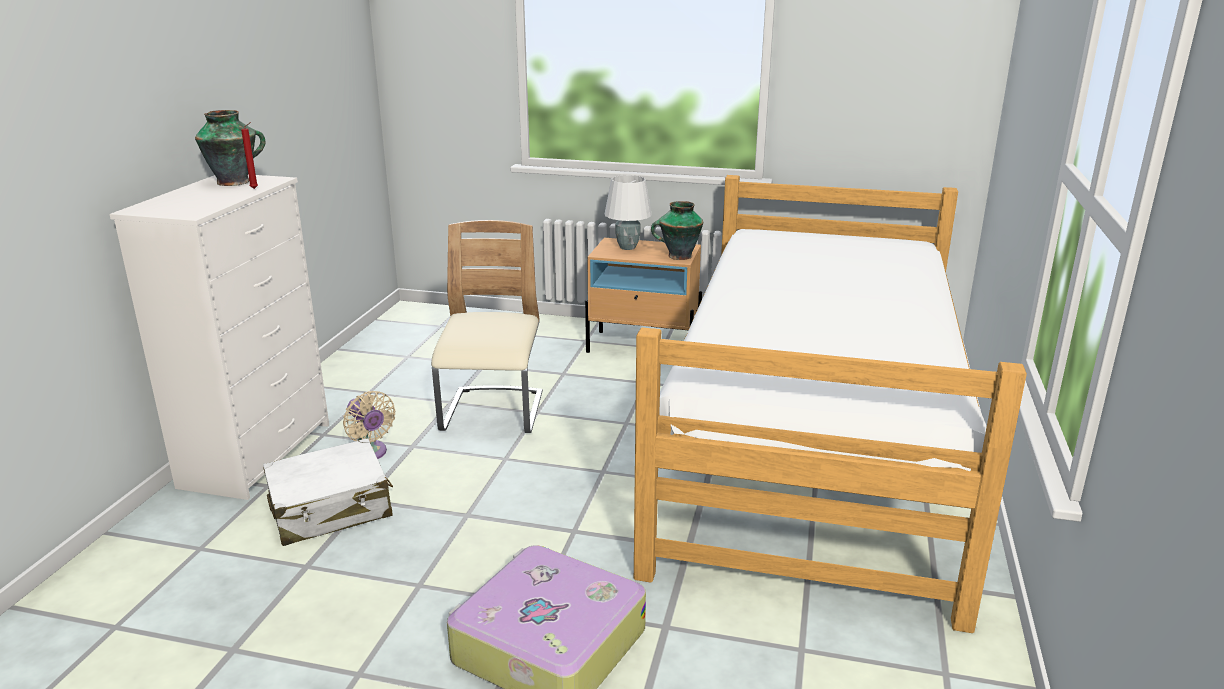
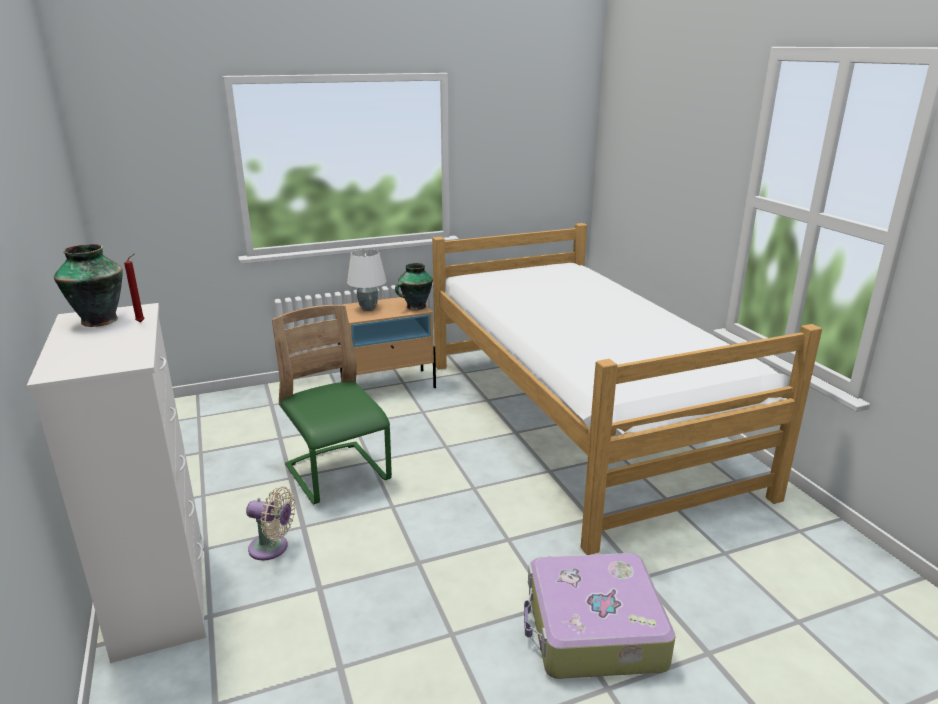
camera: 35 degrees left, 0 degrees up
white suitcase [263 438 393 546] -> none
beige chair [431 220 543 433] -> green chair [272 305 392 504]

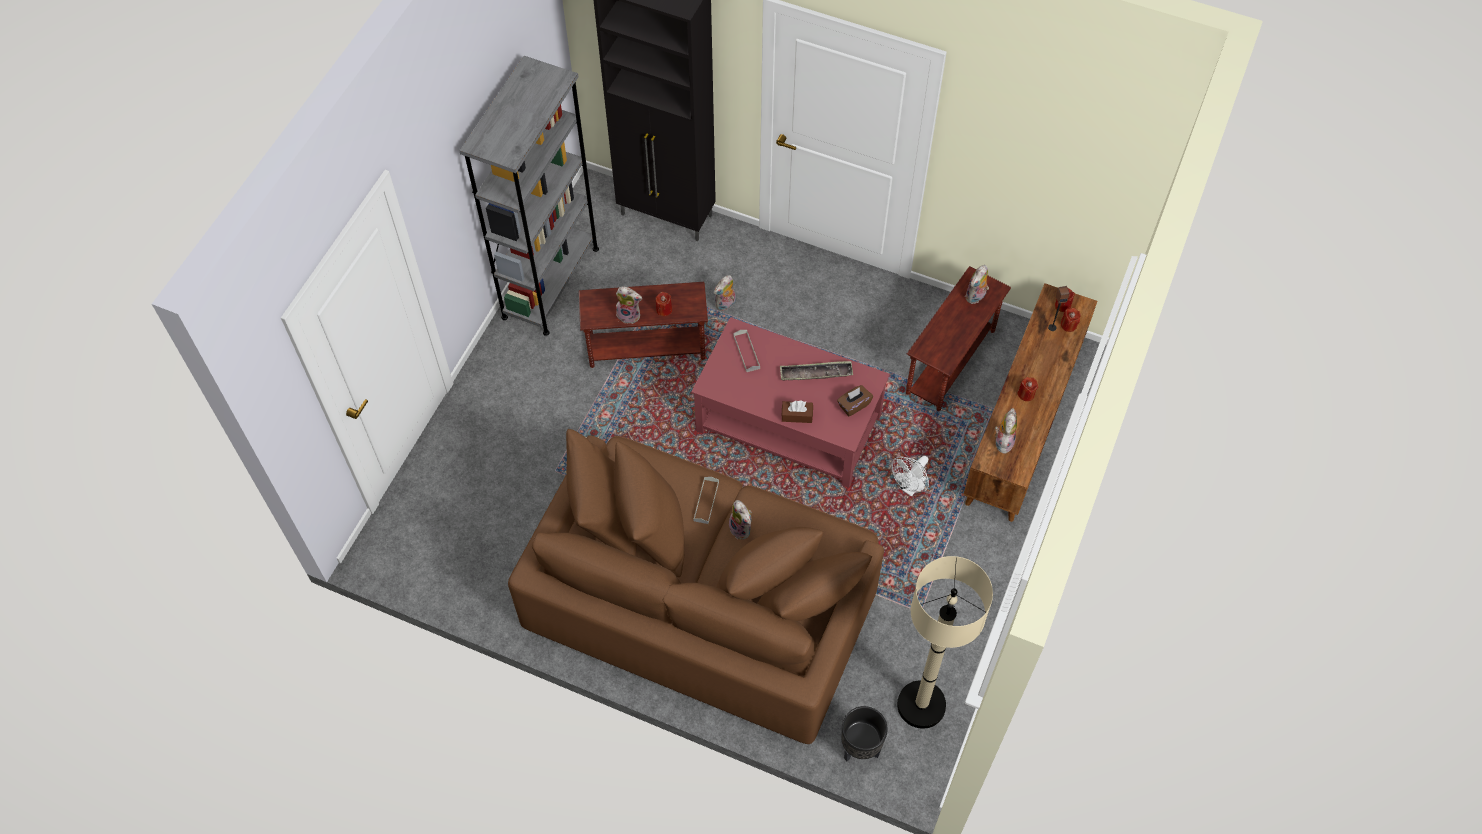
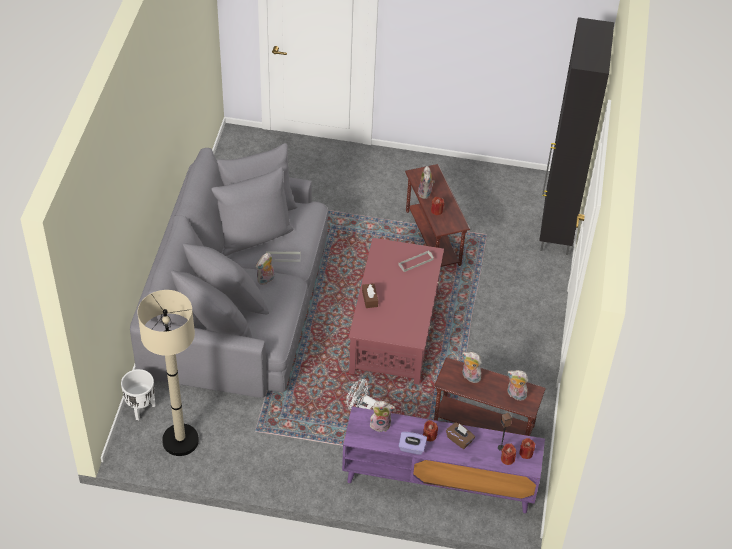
camera: 75 degrees right, 10 degrees down
grey bookcase [460 56 599 336] -> none
tray [780 361 853 381] -> none
none -> purple tissue box [399 432 427 455]
plush toy [714 275 736 311] -> plush toy [462 352 482 383], shifted
brown tissue box [837 385 873 417] -> brown tissue box [446 422 475 449], shifted
brown sofa [508 429 884 744] -> grey sofa [130 143 329 398]
black planter [841 706 888 761] -> white planter [121 369 155 420]
brown tv stand [963 283 1097 522] -> purple tv stand [342 406 545 513]

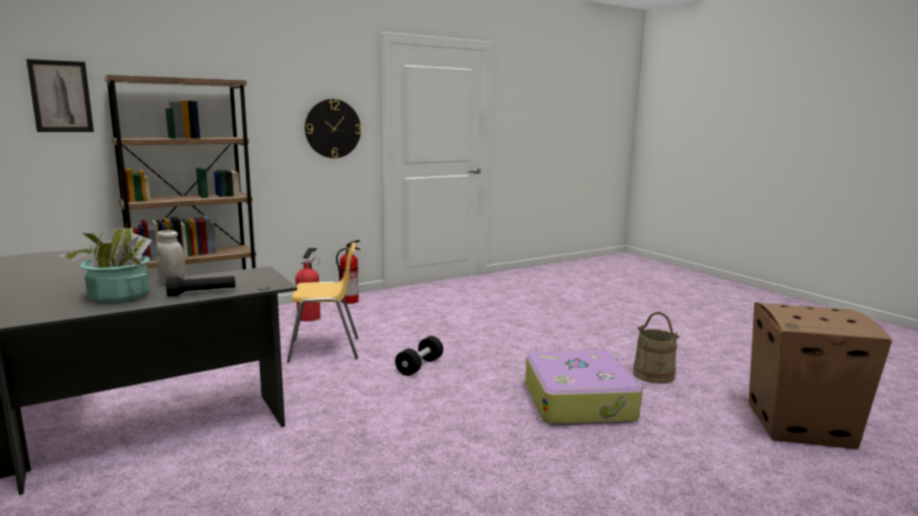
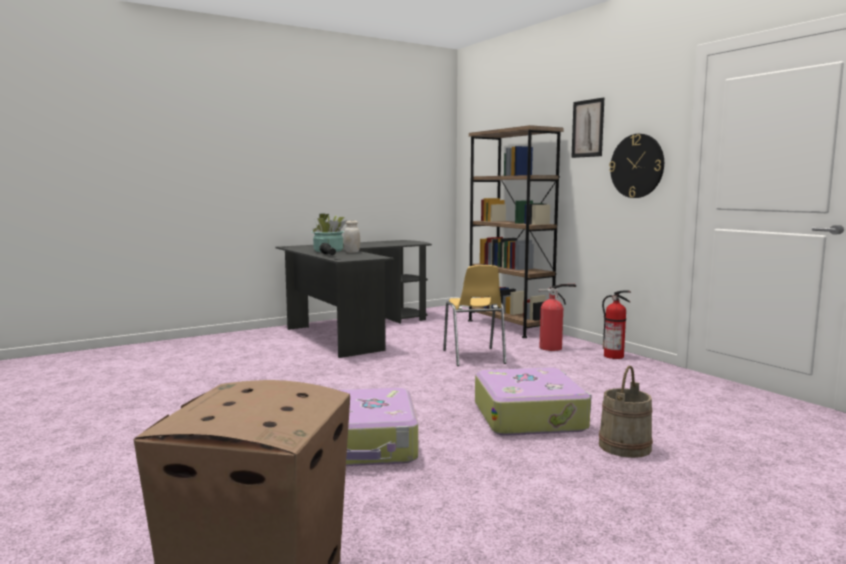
camera: 90 degrees right, 5 degrees down
black dumbbell [395 336 443 376] -> none
none -> suitcase [475 367 591 436]
picture [26 59 94 132] -> picture [571 97 604 158], shifted
beige bucket [633 312 680 384] -> beige bucket [599 366 653 458], shifted

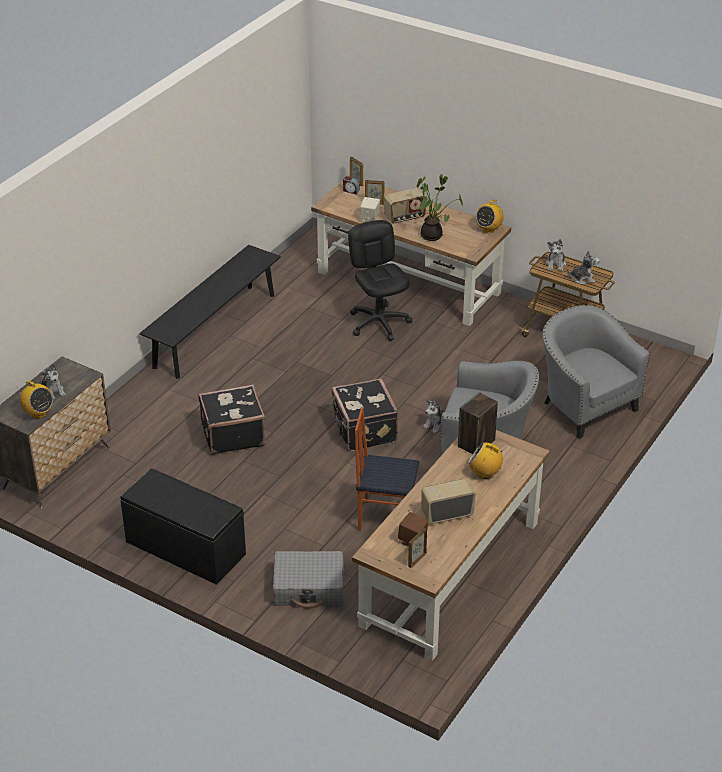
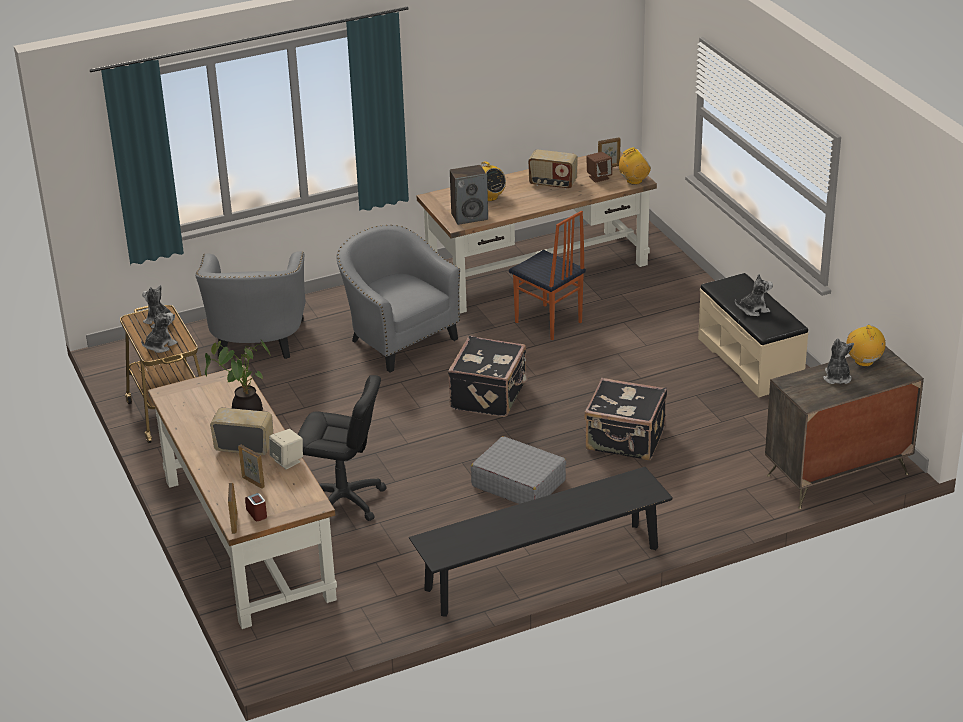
camera: 145 degrees left, 5 degrees down
grey suitcase [273 551 344 609] -> grey suitcase [471 436 567 504], shifted
plush toy [423 399 445 433] -> plush toy [735 274 773 316], shifted
radio [476 200 504 233] -> radio [619 147 651 185], shifted
black bench [120 468 246 585] -> beige bench [698 273 808 397]
black office chair [348 220 412 341] -> black office chair [298 375 387 521], 90 degrees counterclockwise

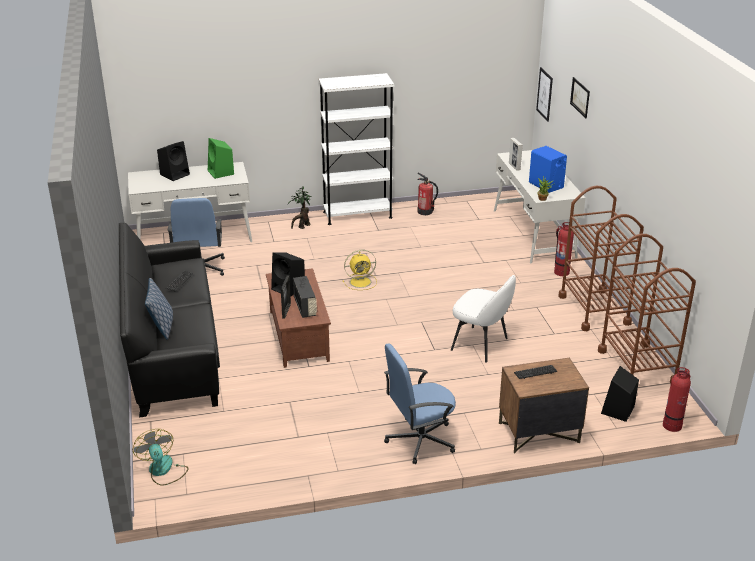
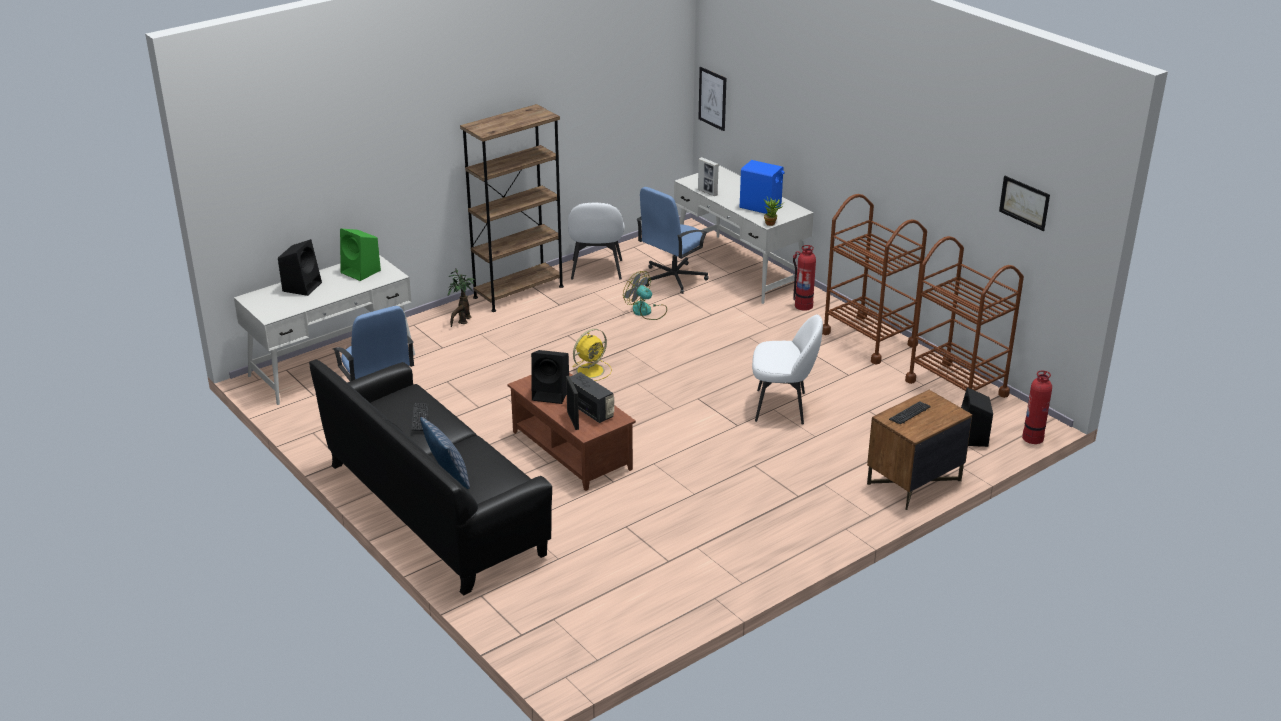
camera: 25 degrees left, 0 degrees up
fan [133 429 189 486] -> fan [623 271 667 320], shifted
blue office chair [384 343 456 464] -> blue office chair [636 187 709 294], shifted
picture [570 77 590 119] -> picture [999 176 1050 231], shifted
fire extinguisher [418 173 438 215] -> white chair [568 203 625 280]
white bookcase [318 73 394 225] -> brown bookcase [460 104 564 312]

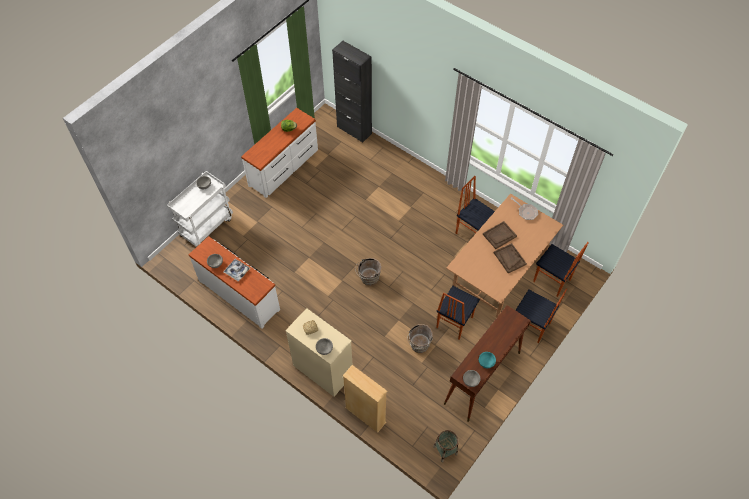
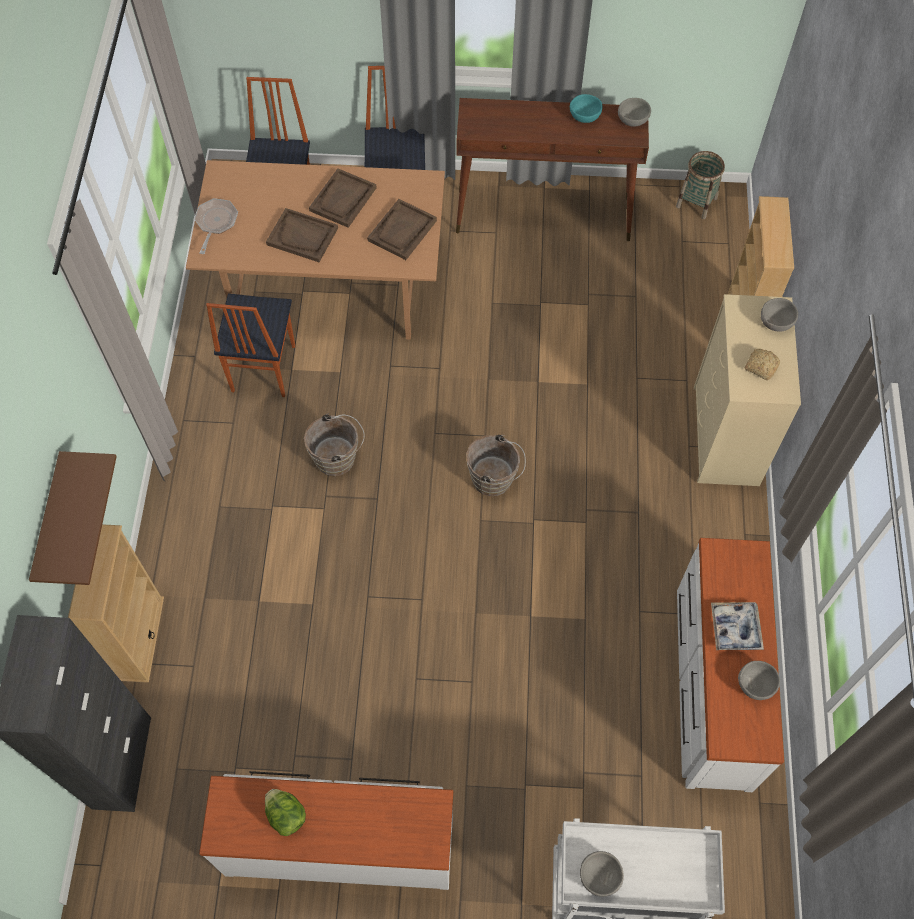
camera: 125 degrees left, 5 degrees up
chair [436 286 480 340] -> none
none -> brown shelf [29 451 117 585]
none -> beige bookcase [68 524 164 683]
none -> brown tray [367 199 437 260]
brown bucket [407 324 433 353] -> brown bucket [304 413 365 476], shifted

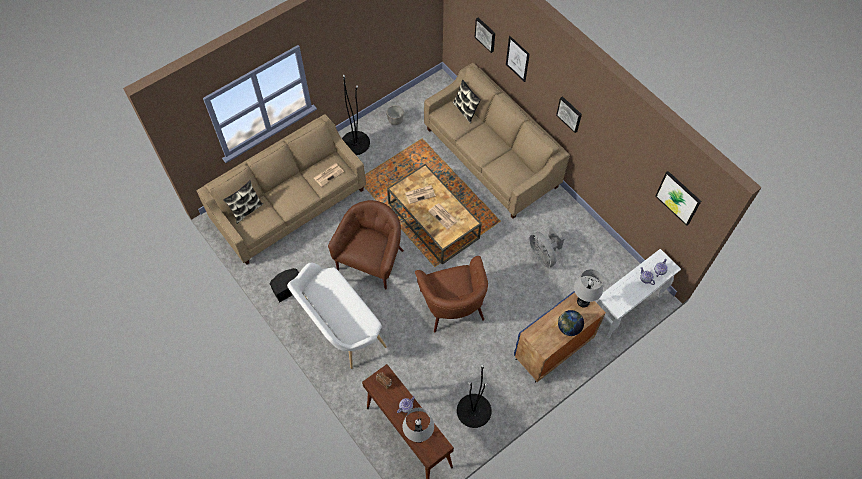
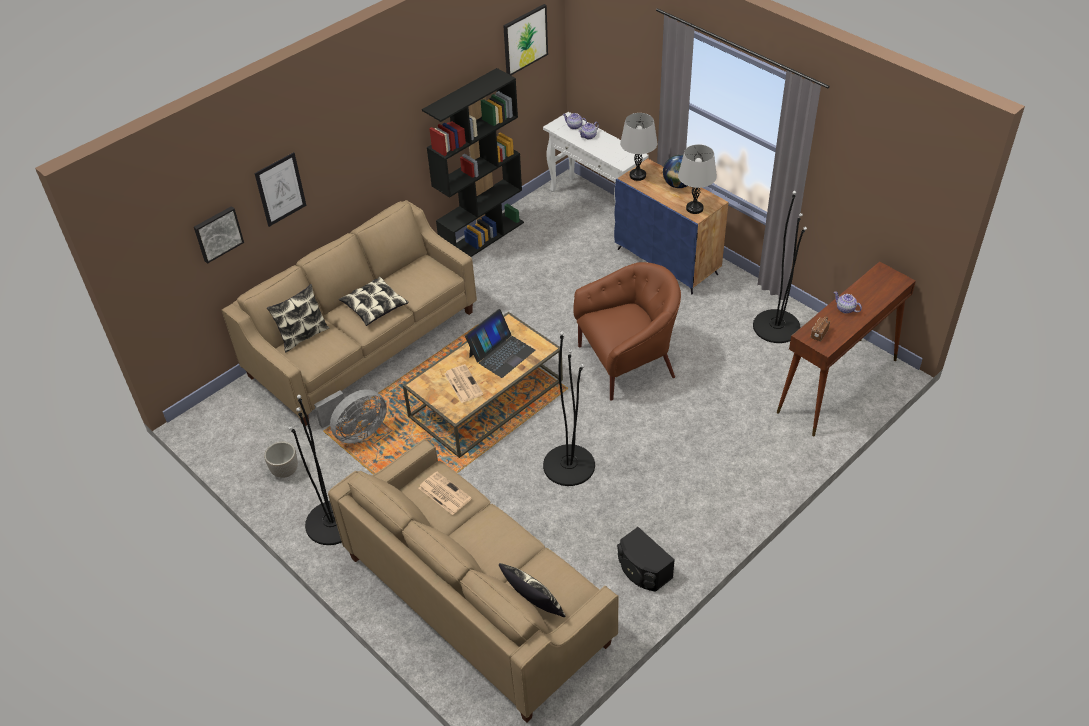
camera: 95 degrees left, 15 degrees down
white bench [287 263 387 369] -> none
picture [556 96 582 133] -> none
none -> pillow [339 277 409 326]
none -> black bookcase [422 68 524 257]
grey table lamp [403 408 434 443] -> grey table lamp [678 144 717 214], shifted
grey fan [529 225 564 268] -> grey fan [314 389 387 444], shifted
brown armchair [328 200 404 289] -> black floor lamp [543 332 595 486]
newspaper [428 204 457 229] -> laptop [465 309 535 378]

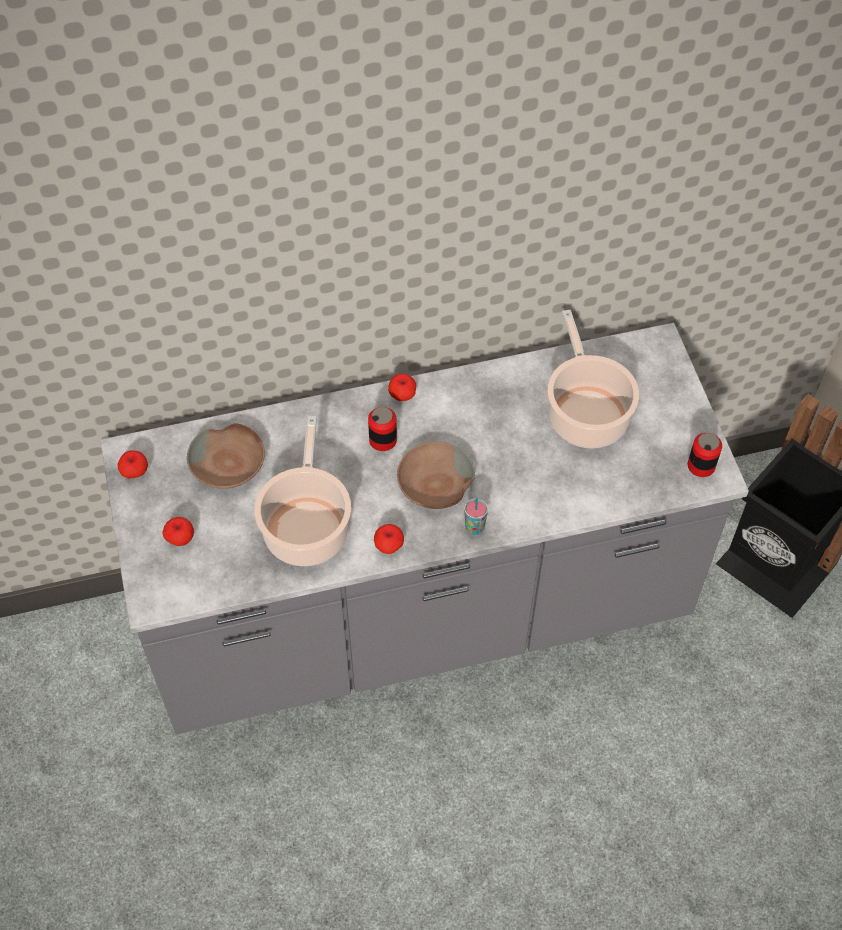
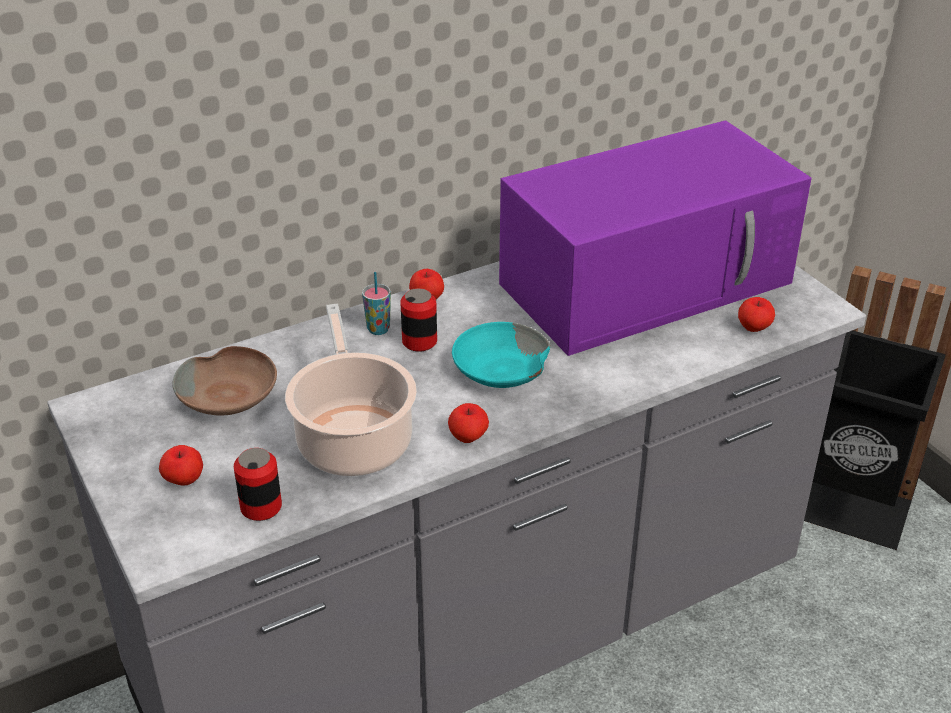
camera: 15 degrees left, 20 degrees down
apple [118 451 148 478] -> apple [738 297 775 332], shifted
cup [464 498 488 535] -> cup [362 272 391 335], shifted
can [688 433 722 477] -> can [234 448 282 521], shifted
cooking pot [547 310 639 449] -> purple microwave [499 120 811 356]
brown bowl [397 442 475 509] -> turquoise bowl [452 322 550 388]

